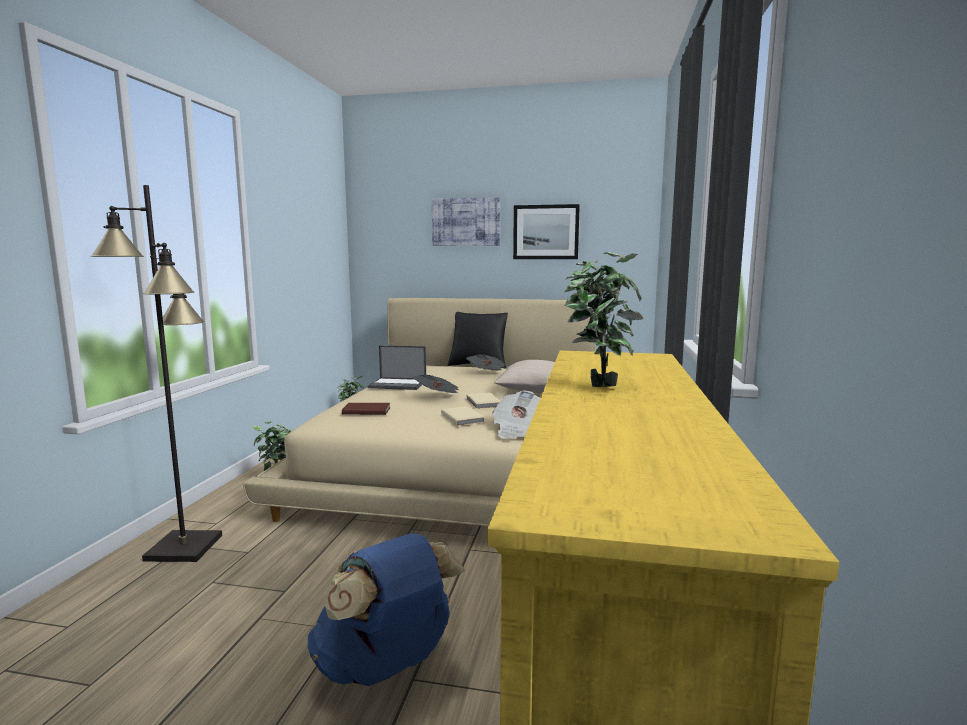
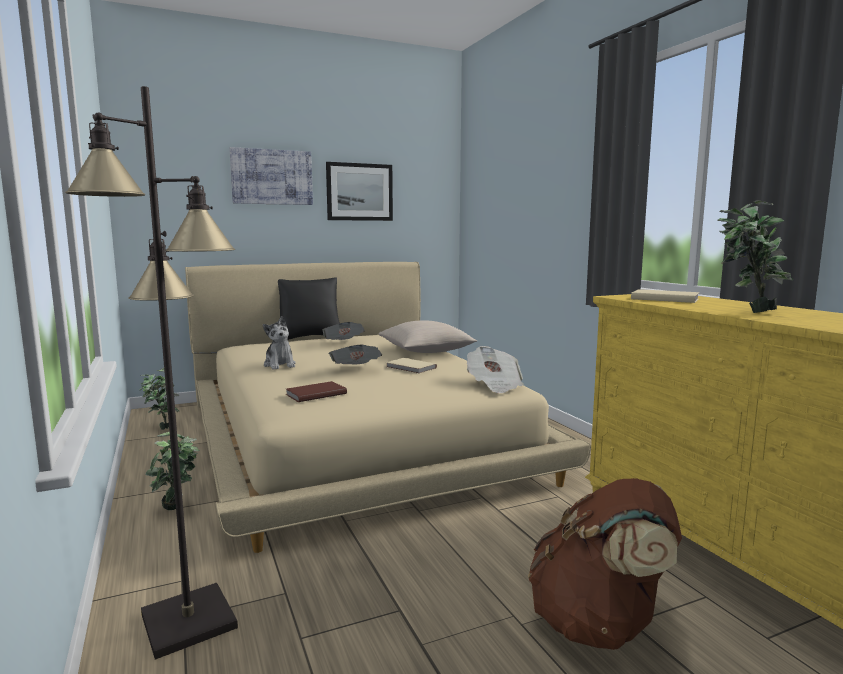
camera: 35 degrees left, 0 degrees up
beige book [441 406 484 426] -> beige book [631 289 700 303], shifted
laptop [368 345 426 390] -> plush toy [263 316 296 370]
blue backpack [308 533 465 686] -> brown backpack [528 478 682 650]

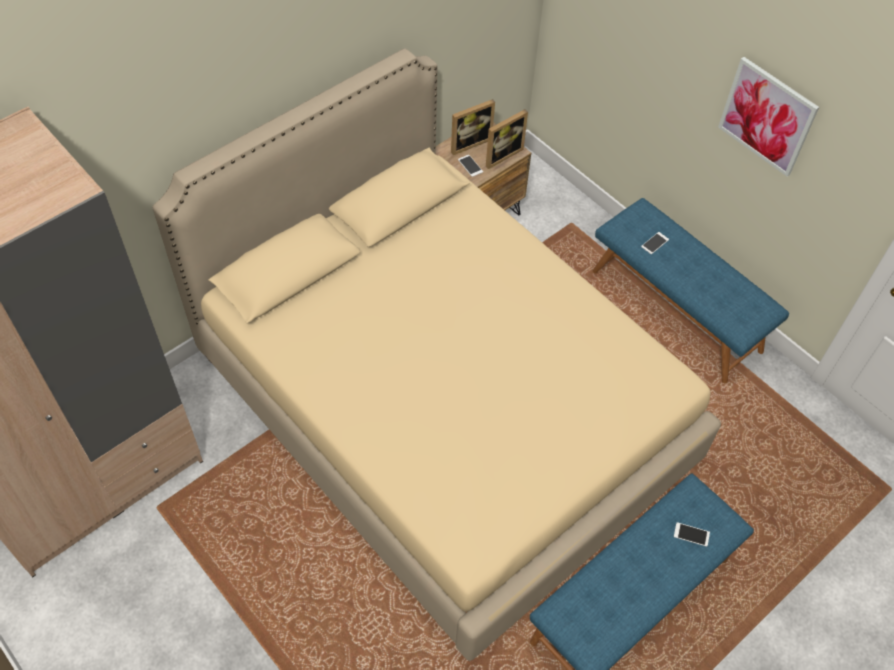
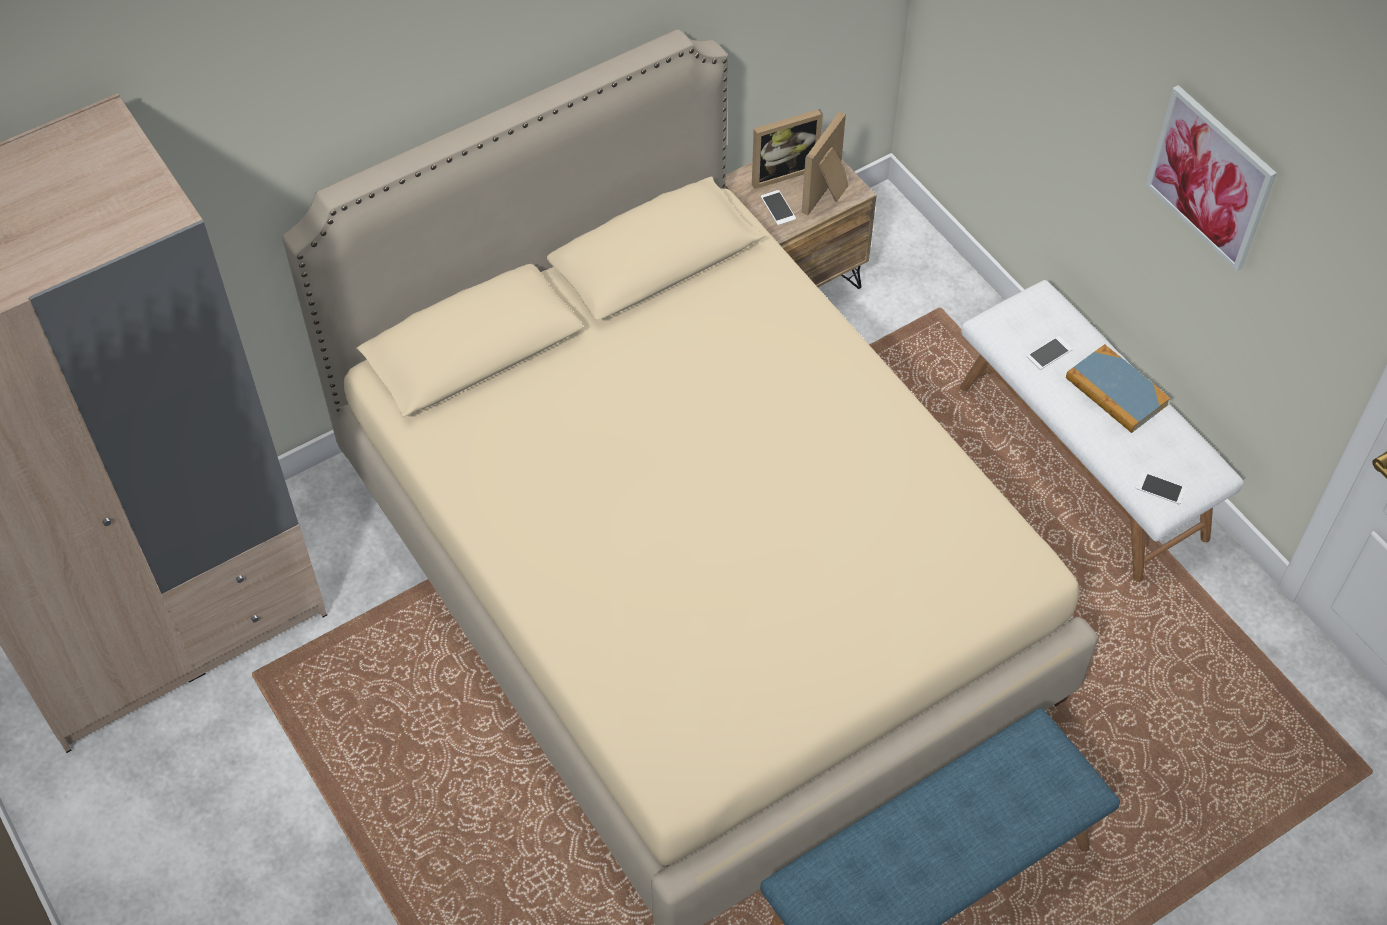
camera: 10 degrees right, 0 degrees up
none -> book [1066 344 1171 433]
phone [674 522 710 547] -> phone [1136 472 1186 504], shifted
blue bench [593 198 789 383] -> white bench [960 280 1244 582]
picture frame [486 109 528 169] -> picture frame [802 112 849 215], 150 degrees clockwise

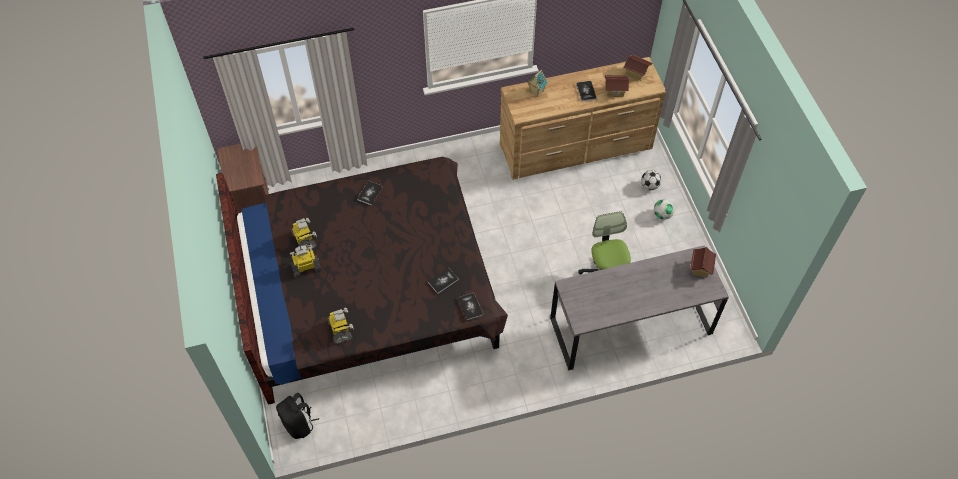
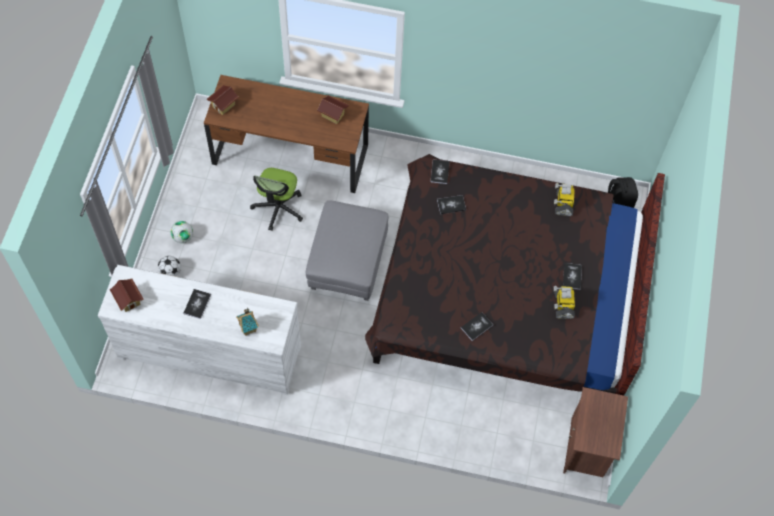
camera: 155 degrees left, 5 degrees up
none -> grey ottoman [306 200 388 301]
toy house [605 75 629 97] -> toy house [317 95 349 124], shifted
toy robot [290 245 321 277] -> book [563 263 582 290]
brown dresser [500 57 667 180] -> white dresser [98 264 301 395]
grey desk [550 245 729 370] -> brown desk [204 75 369 193]

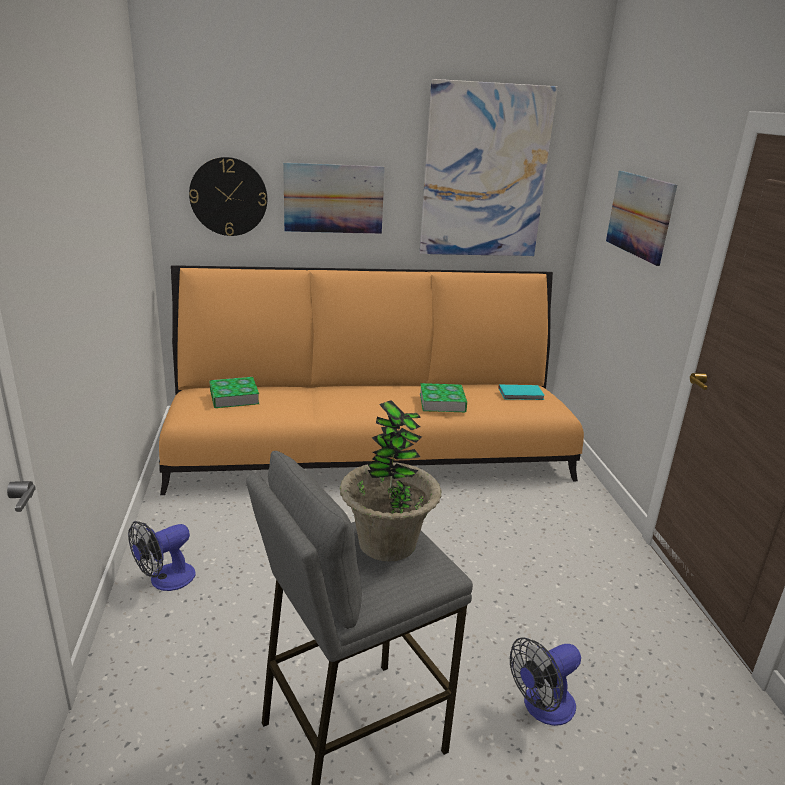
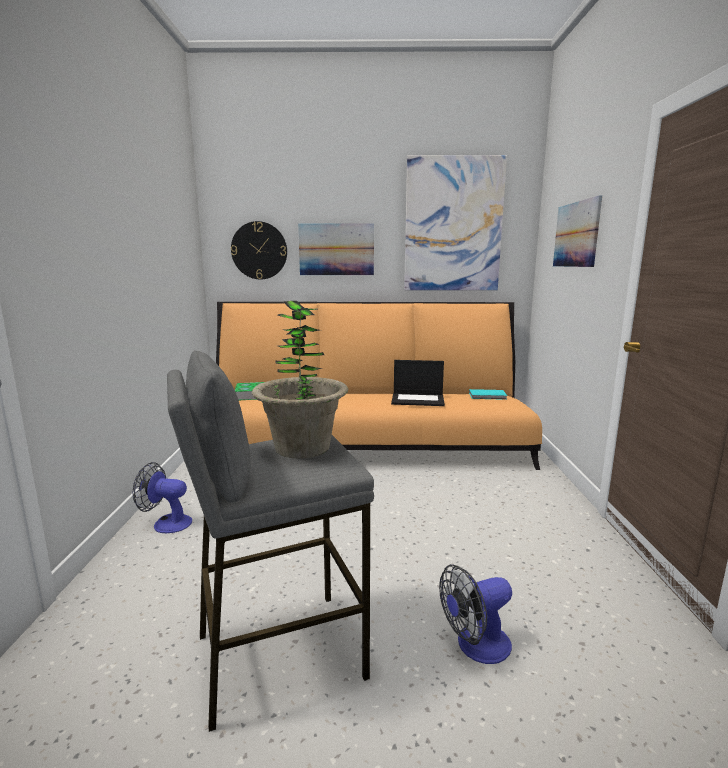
camera: 10 degrees right, 10 degrees down
book [420 383 467 412] -> laptop [391 360 445 406]
fan [128 521 195 591] -> fan [133 462 192 533], 45 degrees clockwise

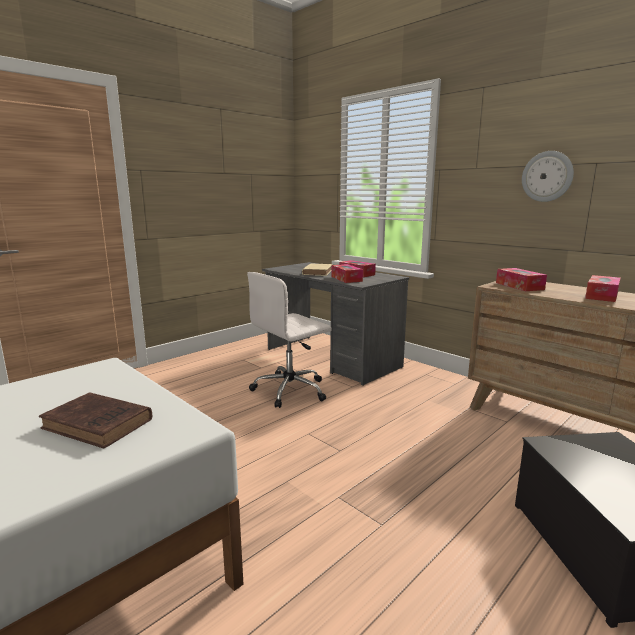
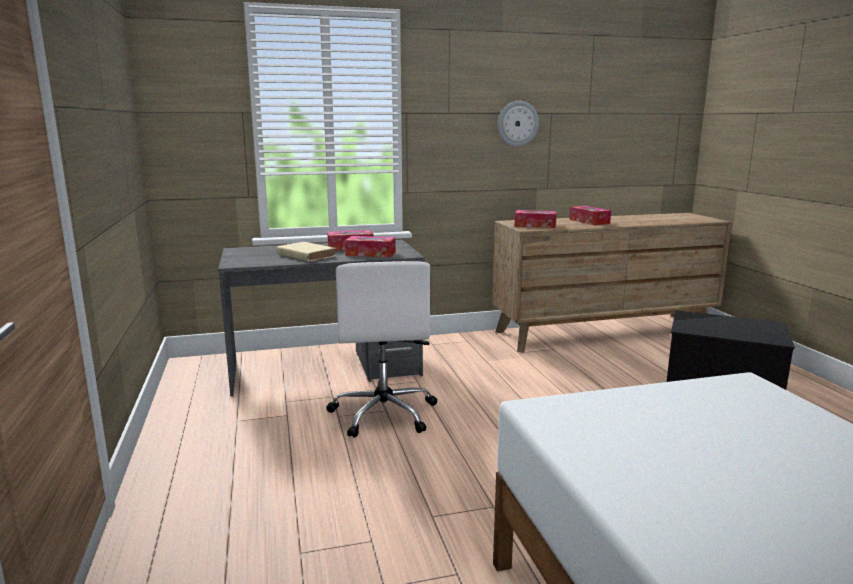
camera: 60 degrees left, 0 degrees up
brown book [39 392 152 449] -> none

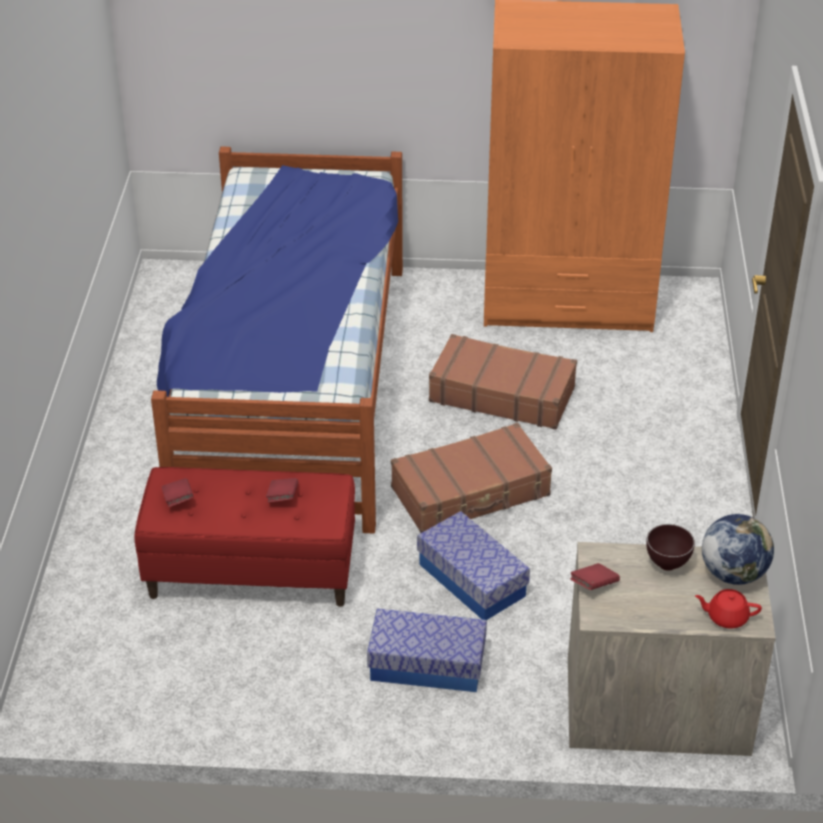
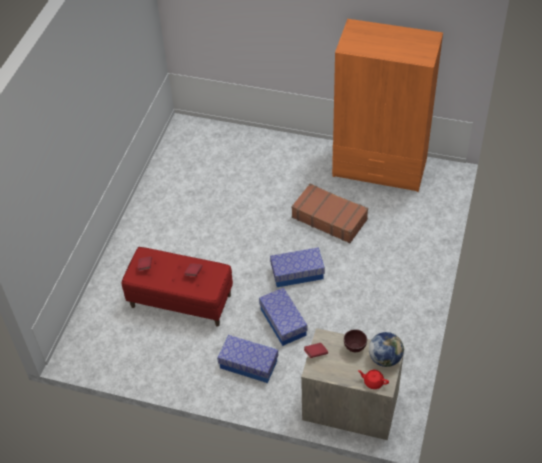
camera: 15 degrees right, 10 degrees up
bed [151 147 403 534] -> none
brown suitcase [391 423 552 533] -> storage box [270 247 325 287]

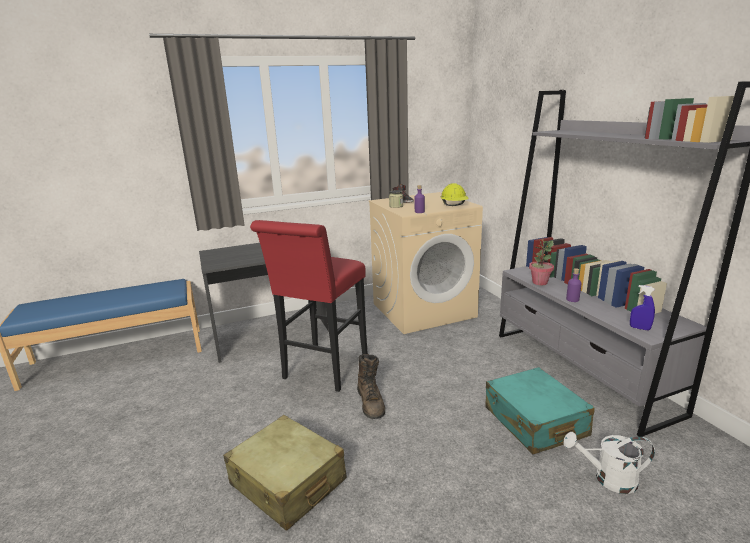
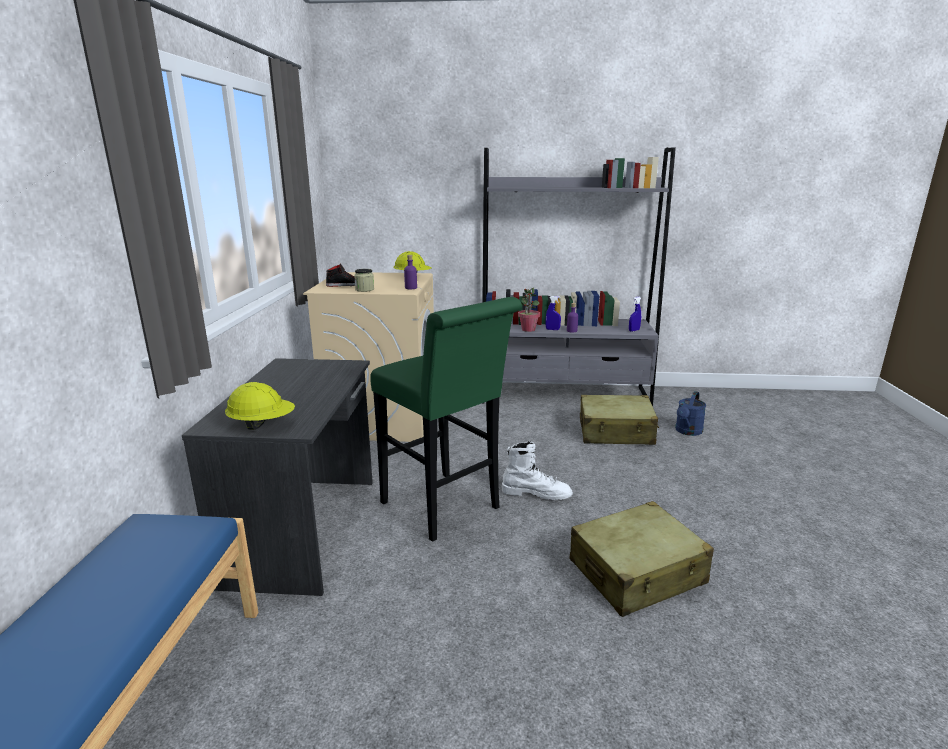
camera: 65 degrees left, 0 degrees up
none -> yellow hard hat [225 382 295 430]
none -> blue spray bottle [545 296 561 330]
red stool [250 220 368 392] -> green stool [370 297 522 542]
brown boot [357 354 385 419] -> white boot [502 441 573 500]
turquoise suitcase [486 367 595 454] -> beige suitcase [580 395 659 445]
white watering can [564 432 655 494] -> blue watering can [675 391 706 436]

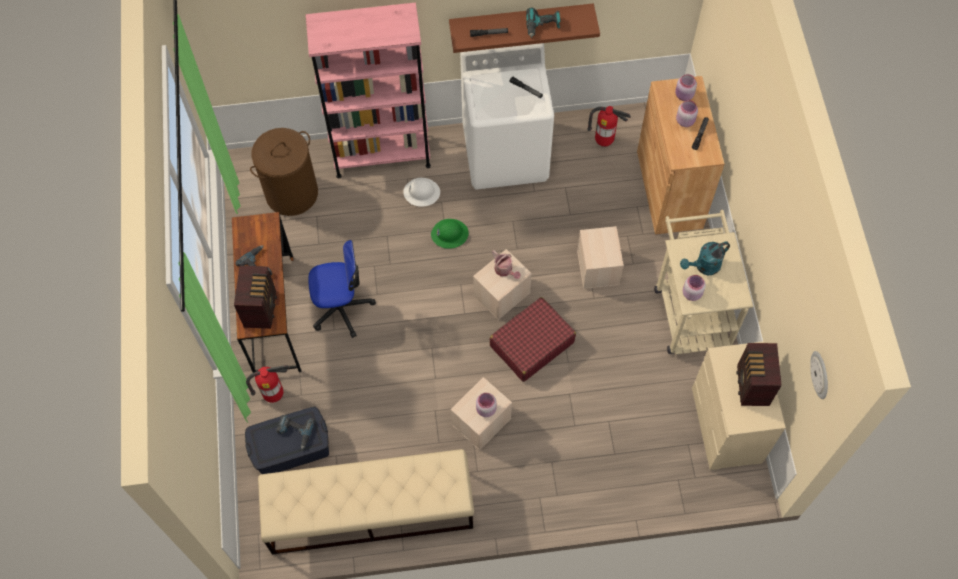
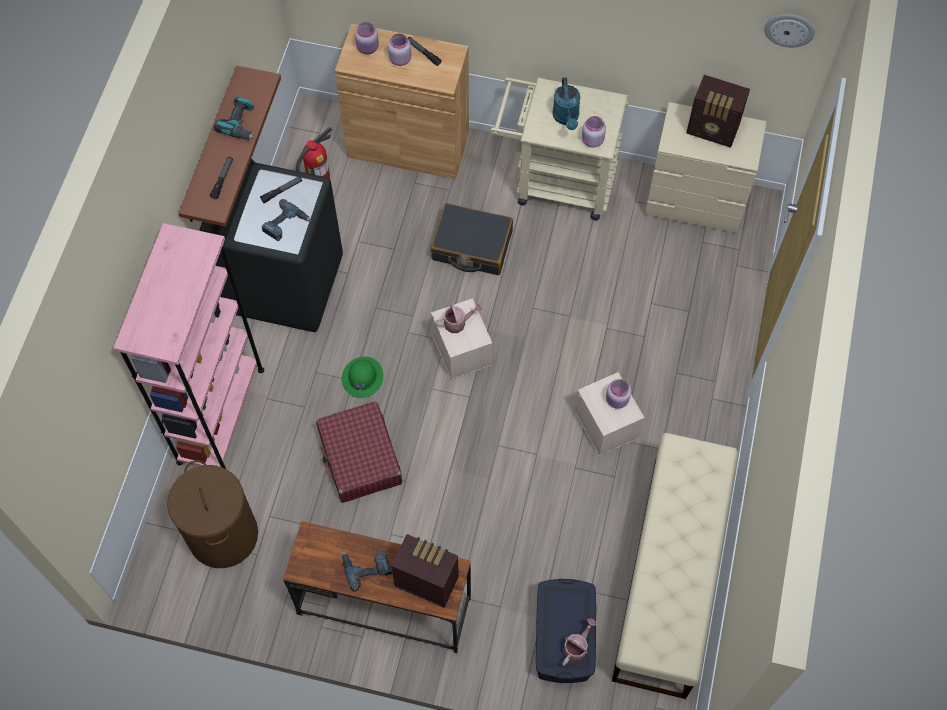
camera: 70 degrees left, 0 degrees up
fire extinguisher [246 365 289 403] -> none
office chair [308 240 376 338] -> none
white hard hat [403 178 440 207] -> none
none -> watering can [562 618 597 666]
power drill [276 415 315 449] -> power drill [261 199 311 241], shifted
red suitcase [490 297 576 382] -> red suitcase [316 401 402 503], shifted
beige storage box [577 226 624 289] -> black suitcase [431 203 513 275]
white washing machine [460 43 554 190] -> black washing machine [199 158 343 332]

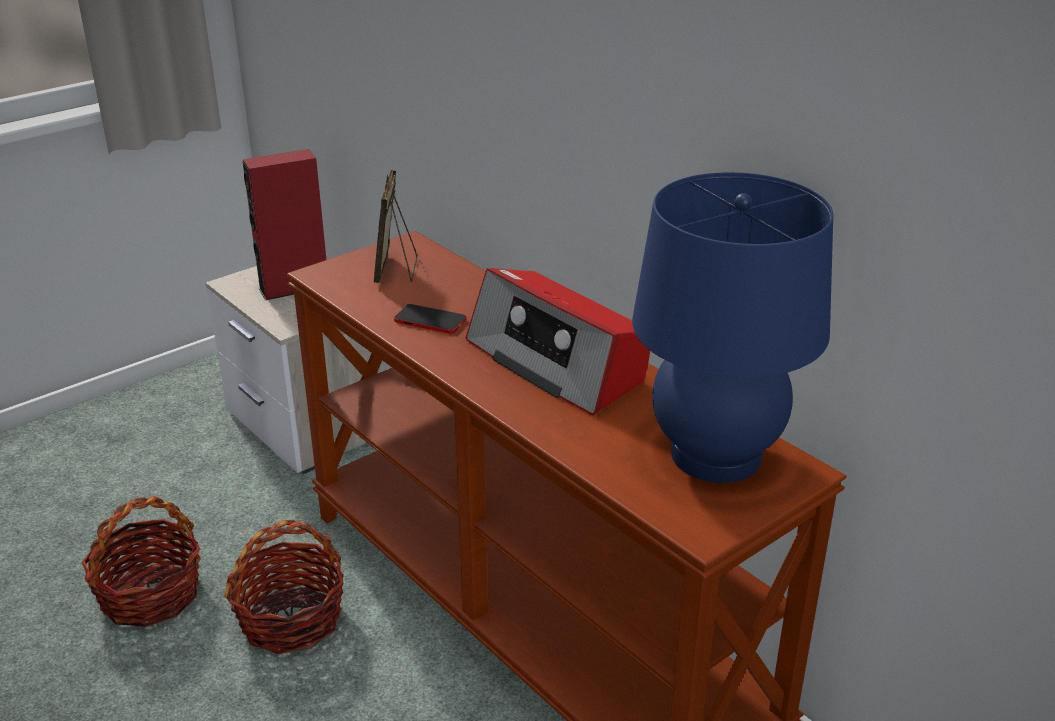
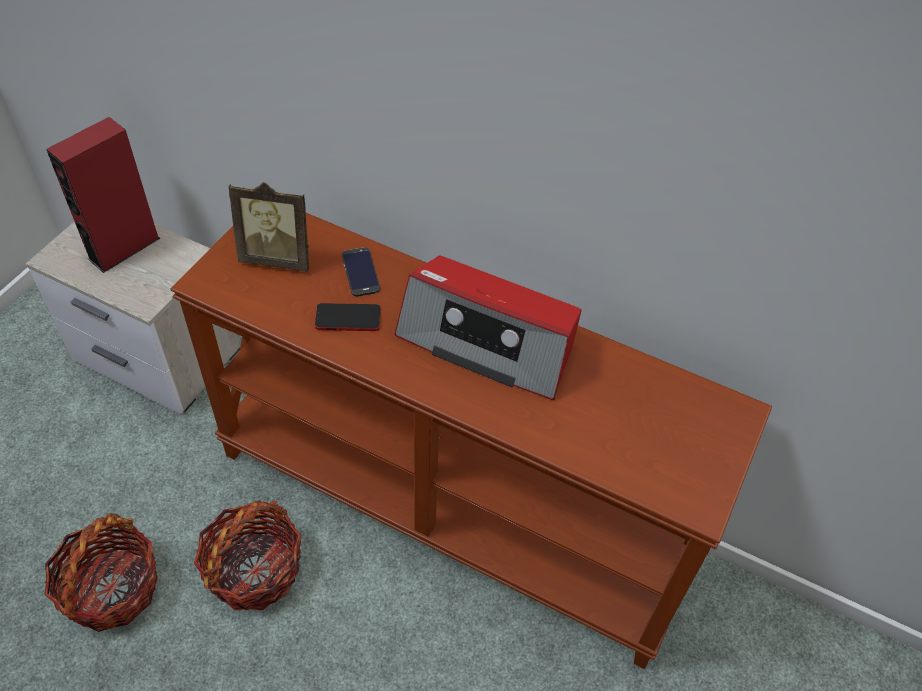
camera: 25 degrees left, 20 degrees up
blue table lamp [632 172 834 483] -> none
none -> phone [342 247 380 296]
picture frame [374 170 417 283] -> picture frame [229 182 309 271], 60 degrees counterclockwise

